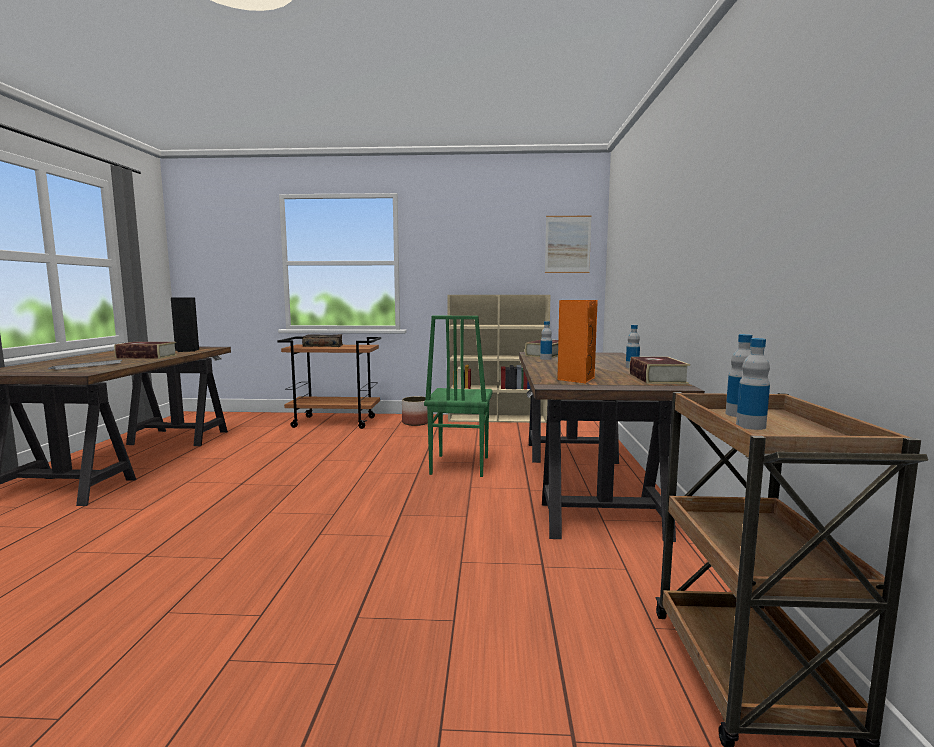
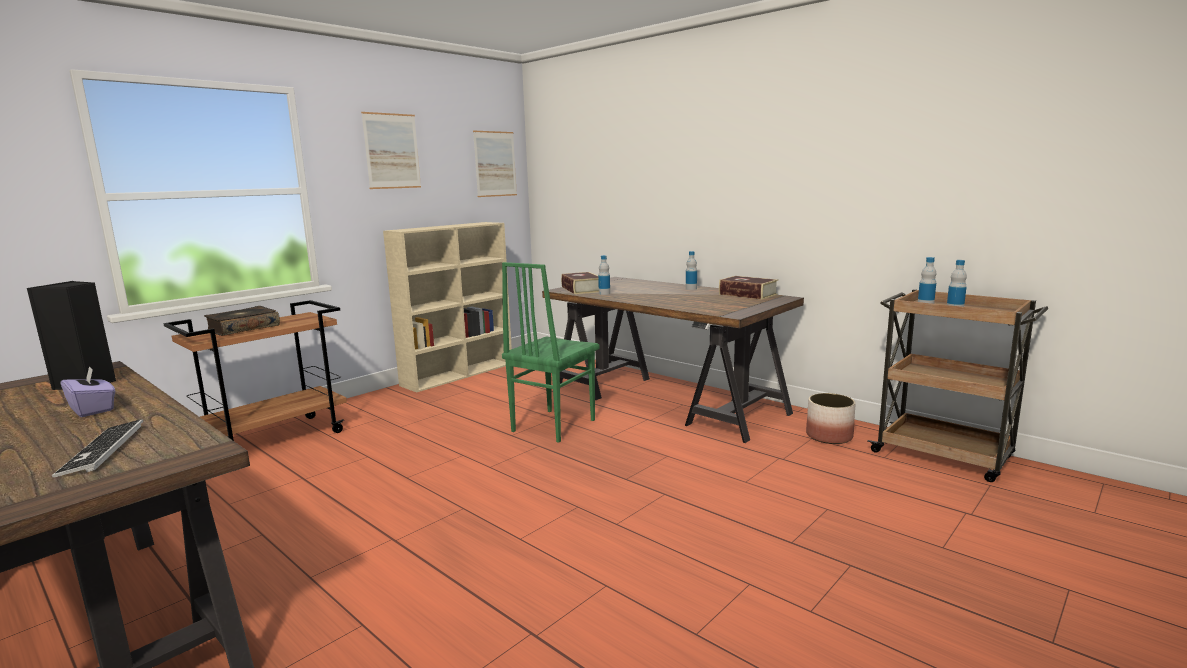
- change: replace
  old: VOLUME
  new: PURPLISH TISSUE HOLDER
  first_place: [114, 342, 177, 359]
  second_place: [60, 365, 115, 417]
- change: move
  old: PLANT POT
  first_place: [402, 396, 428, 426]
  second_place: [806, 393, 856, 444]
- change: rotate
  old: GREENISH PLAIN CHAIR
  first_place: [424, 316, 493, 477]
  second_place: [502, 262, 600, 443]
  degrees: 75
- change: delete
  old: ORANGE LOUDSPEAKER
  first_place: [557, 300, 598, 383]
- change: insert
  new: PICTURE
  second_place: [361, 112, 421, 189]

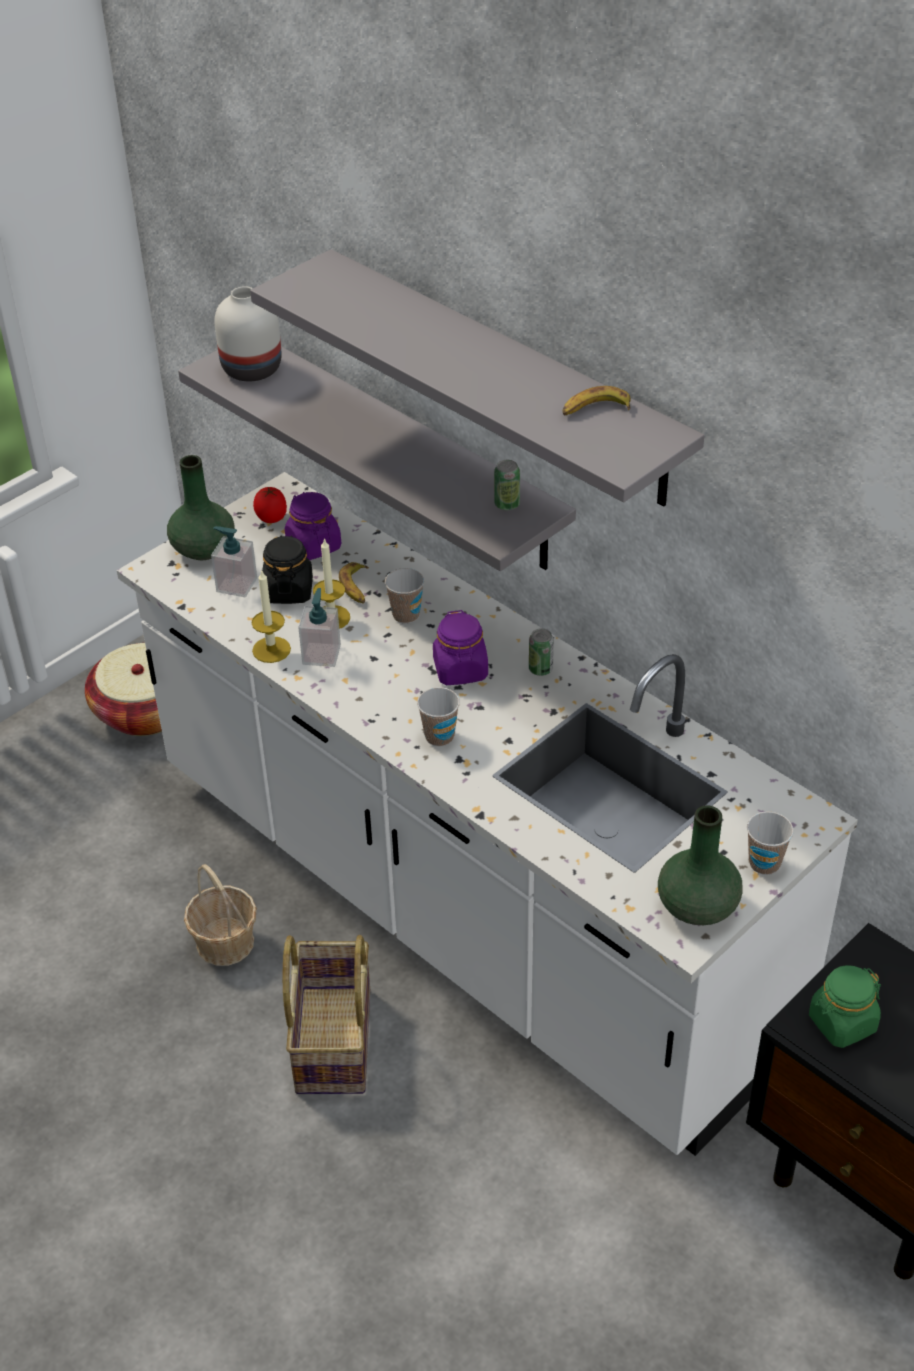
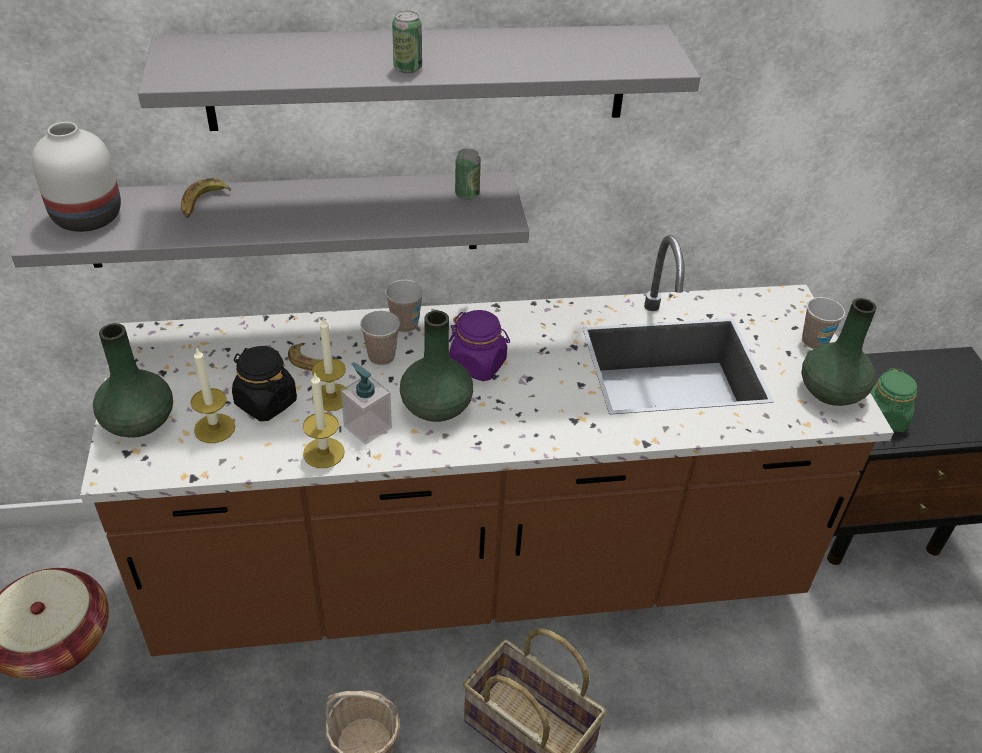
- change: recolor
  old: WHITISH KITCHEN BASE UNIT
  new: BROWNISH KITCHEN BASE UNIT
  first_place: [117, 472, 858, 1156]
  second_place: [80, 235, 894, 656]
- change: replace
  old: LIQUID SOAP BOTTLE
  new: CANDLE
  first_place: [211, 526, 257, 597]
  second_place: [190, 349, 235, 443]
- change: delete
  old: WHOLE TOMATO
  first_place: [253, 487, 287, 523]
- change: delete
  old: PURPLISH STORAGE JAR
  first_place: [285, 492, 341, 560]
- change: move
  old: CUP
  first_place: [417, 687, 460, 747]
  second_place: [385, 280, 423, 333]
- change: move
  old: CAN
  first_place: [529, 628, 554, 676]
  second_place: [392, 11, 422, 73]
- change: move
  old: WHOLE BANANA
  first_place: [563, 386, 631, 416]
  second_place: [181, 178, 231, 218]
- change: insert
  new: GREENISH VASE
  second_place: [400, 311, 473, 422]

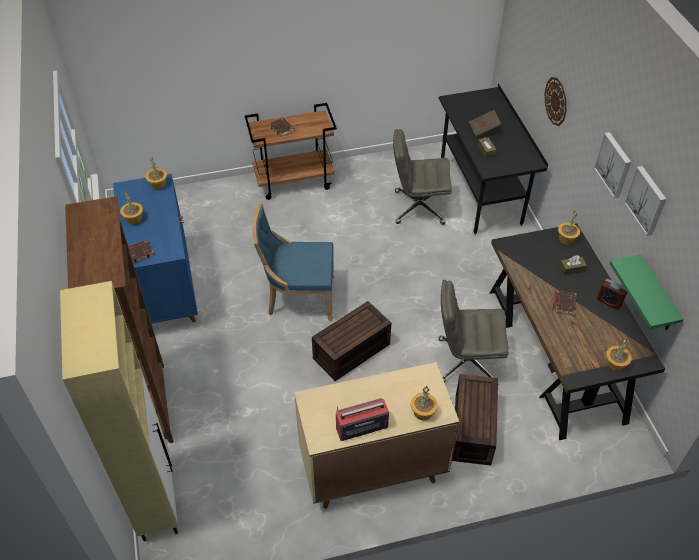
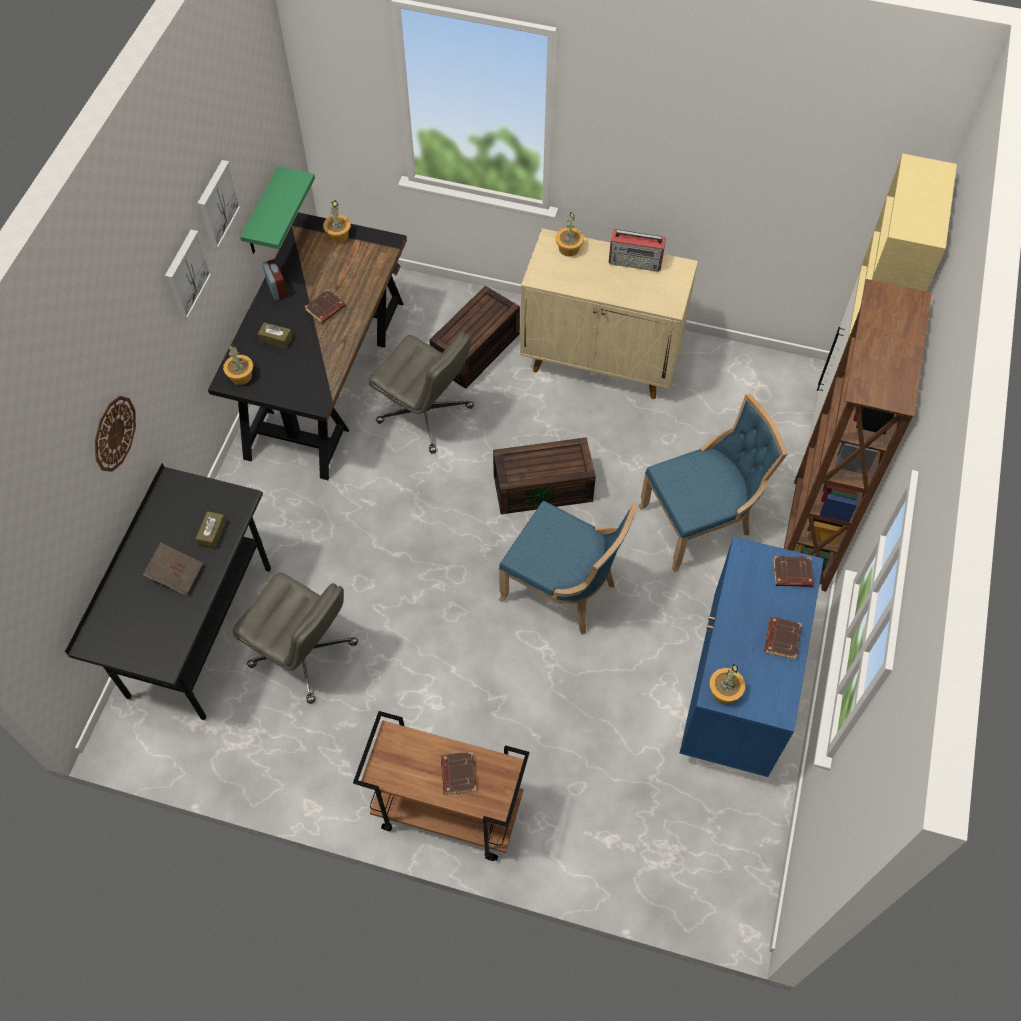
- change: replace
  old: POTTED PLANT
  new: BROWNISH VOLUME
  first_place: [120, 192, 143, 224]
  second_place: [764, 617, 802, 660]
- change: insert
  new: BLUISH PLAIN CHAIR
  second_place: [638, 394, 788, 572]

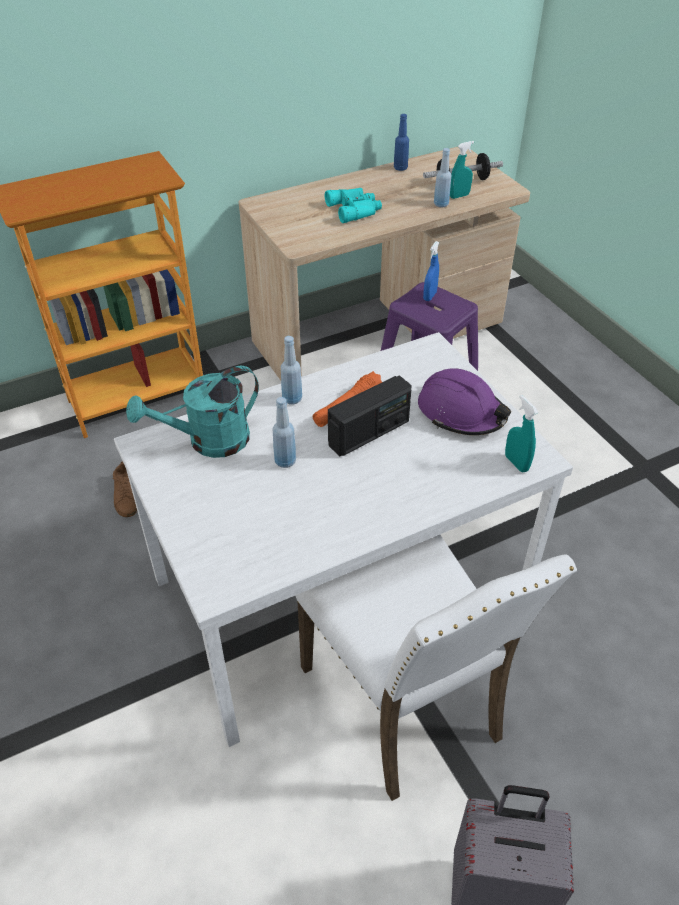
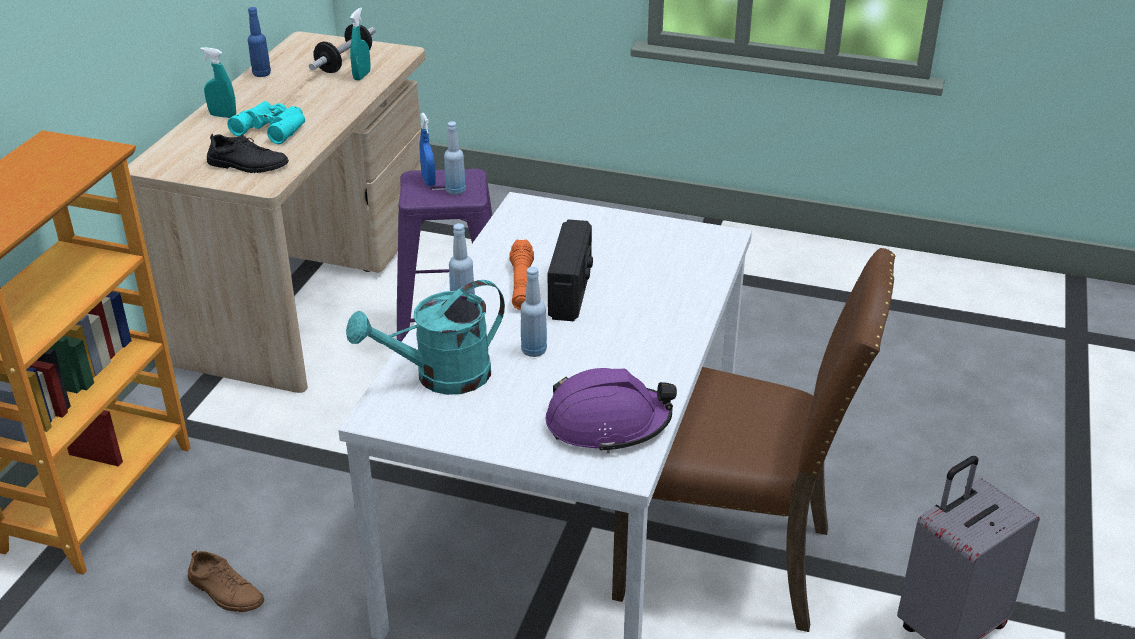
- change: rotate
  old: BLUE-GREEN SPRINKLING CAN
  first_place: [126, 366, 259, 458]
  second_place: [346, 280, 505, 395]
  degrees: 45
- change: recolor
  old: WHITISH PLAIN CHAIR
  new: BROWNISH PLAIN CHAIR
  first_place: [295, 535, 577, 801]
  second_place: [612, 248, 896, 632]
- change: move
  old: PURPLISH WORK HELMET
  first_place: [418, 368, 511, 435]
  second_place: [546, 368, 677, 453]
- change: move
  old: BLUISH DRINK BOTTLE
  first_place: [434, 148, 451, 207]
  second_place: [444, 121, 466, 195]
- change: move
  old: BLUE-GREEN SPRAYER
  first_place: [505, 395, 538, 472]
  second_place: [200, 47, 236, 118]
- change: insert
  new: BLACK-COLOURED SHOE
  second_place: [207, 133, 289, 173]

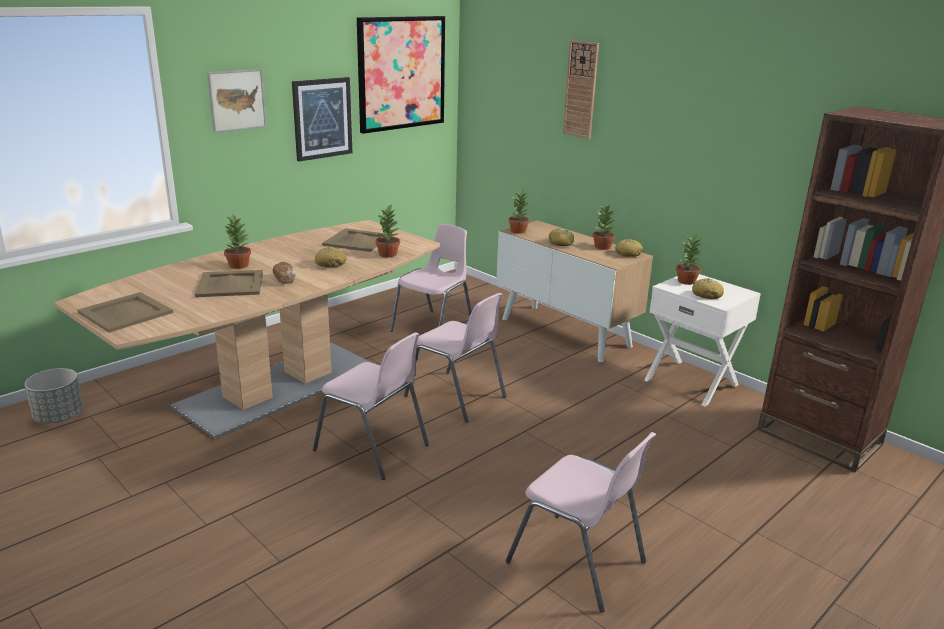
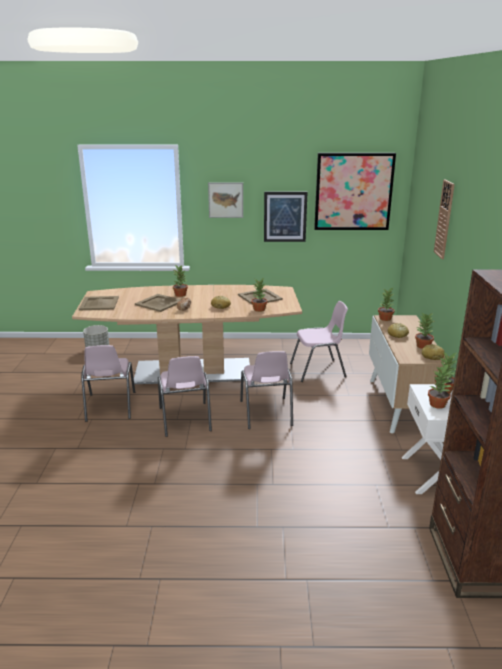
- change: move
  old: PINK PLAIN CHAIR
  first_place: [505, 432, 656, 613]
  second_place: [81, 345, 135, 422]
- change: replace
  old: BAKED BREAD
  new: POTTED PLANT
  first_place: [692, 278, 724, 299]
  second_place: [428, 365, 451, 409]

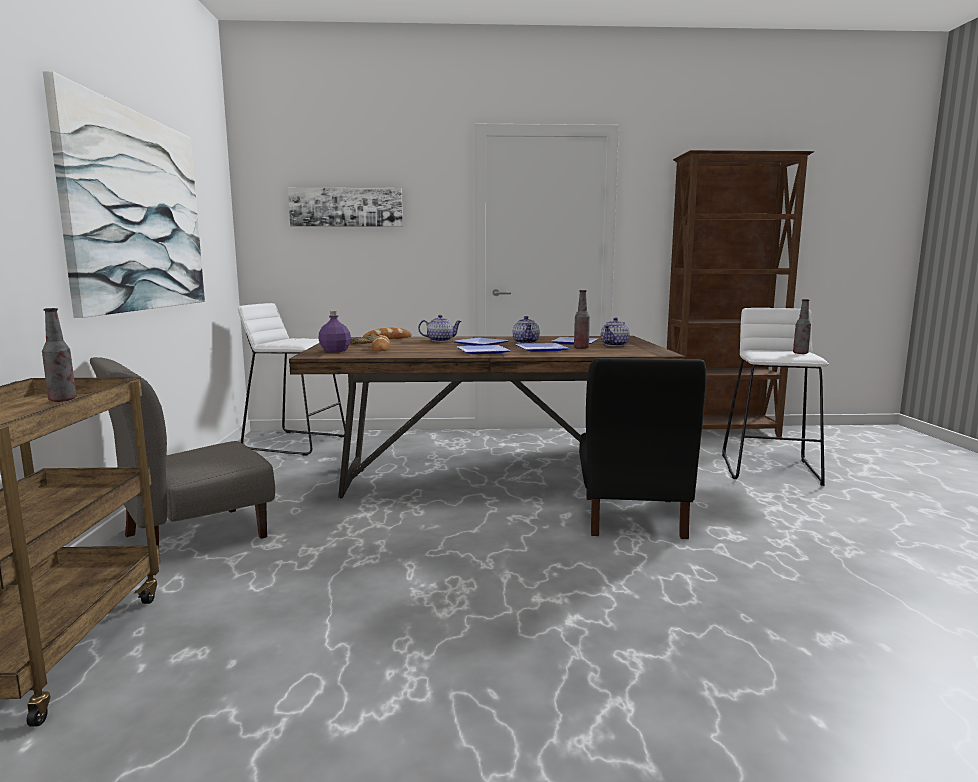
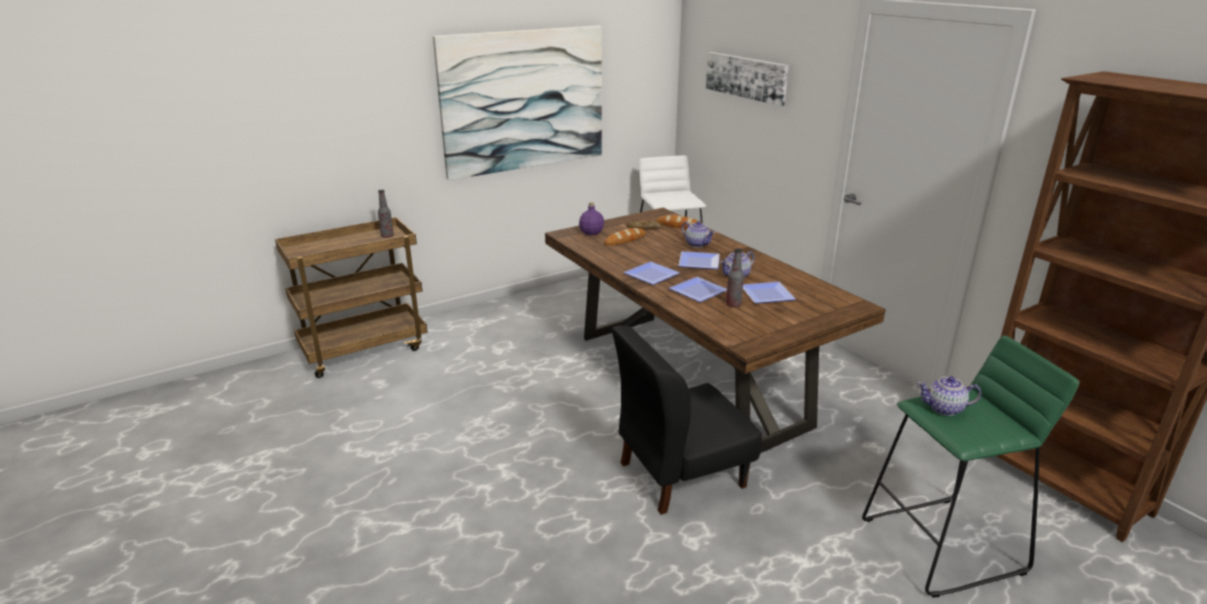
- change: delete
  old: GREYISH PLAIN CHAIR
  first_place: [90, 357, 275, 546]
- change: move
  old: TEAPOT
  first_place: [601, 318, 630, 346]
  second_place: [917, 376, 982, 416]
- change: recolor
  old: WHITISH STOOL SEAT
  new: GREENISH STOOL SEAT
  first_place: [722, 308, 829, 486]
  second_place: [862, 335, 1079, 597]
- change: delete
  old: DRINK BOTTLE
  first_place: [793, 299, 811, 354]

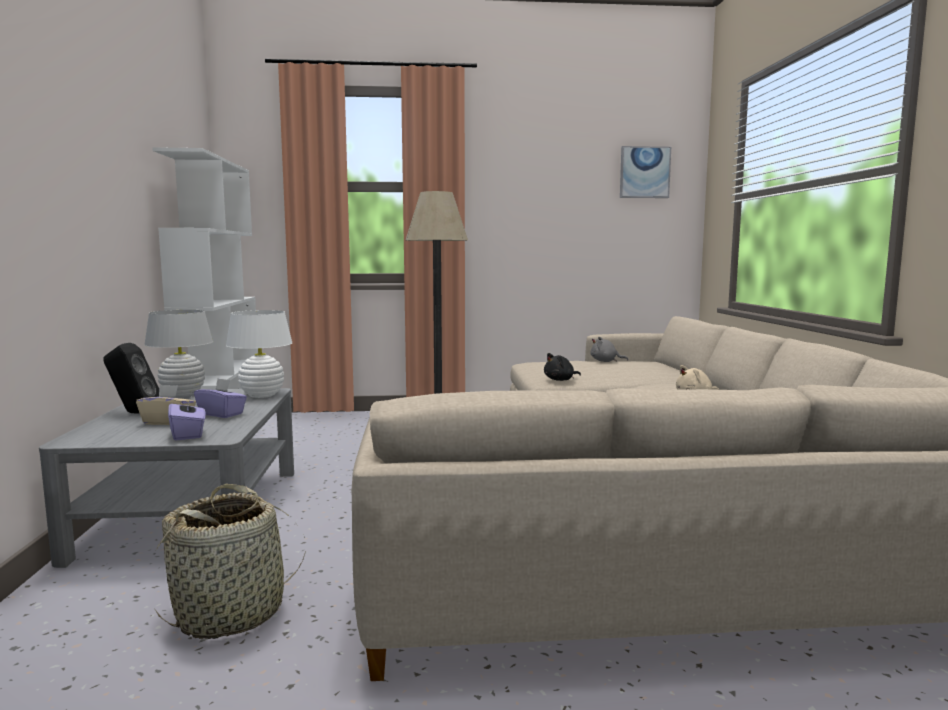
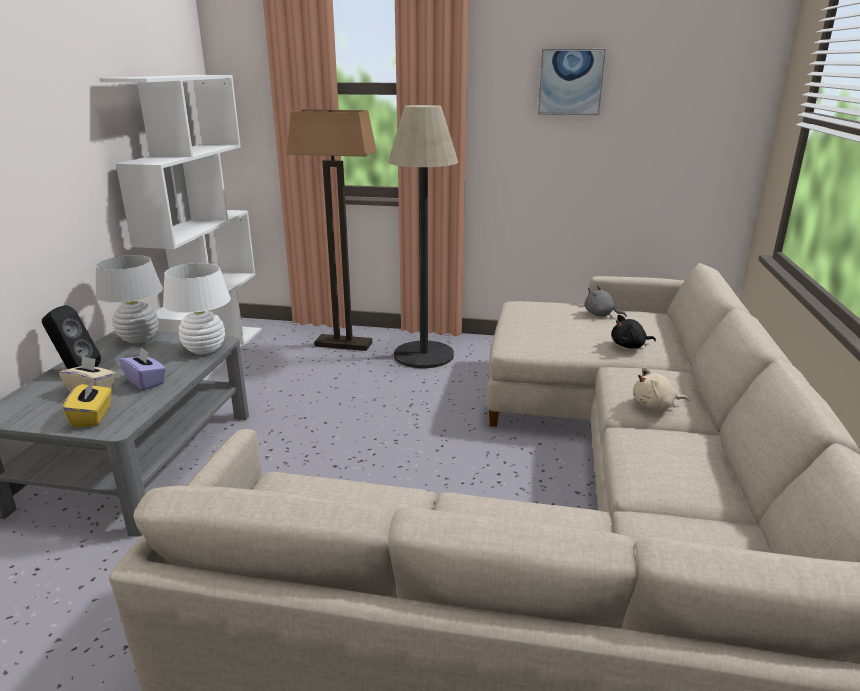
- change: delete
  old: BASKET
  first_place: [155, 484, 306, 639]
- change: recolor
  old: PURPLISH TISSUE HOLDER
  new: YELLOWISH TISSUE HOLDER
  first_place: [168, 393, 205, 441]
  second_place: [63, 380, 112, 427]
- change: move
  old: BLACK-COLOURED CUDDLY TOY
  first_place: [544, 353, 581, 381]
  second_place: [611, 315, 656, 349]
- change: move
  old: PICTURE
  first_place: [620, 146, 671, 198]
  second_place: [538, 49, 606, 115]
- change: insert
  new: STANDARD LAMP
  second_place: [287, 109, 377, 351]

